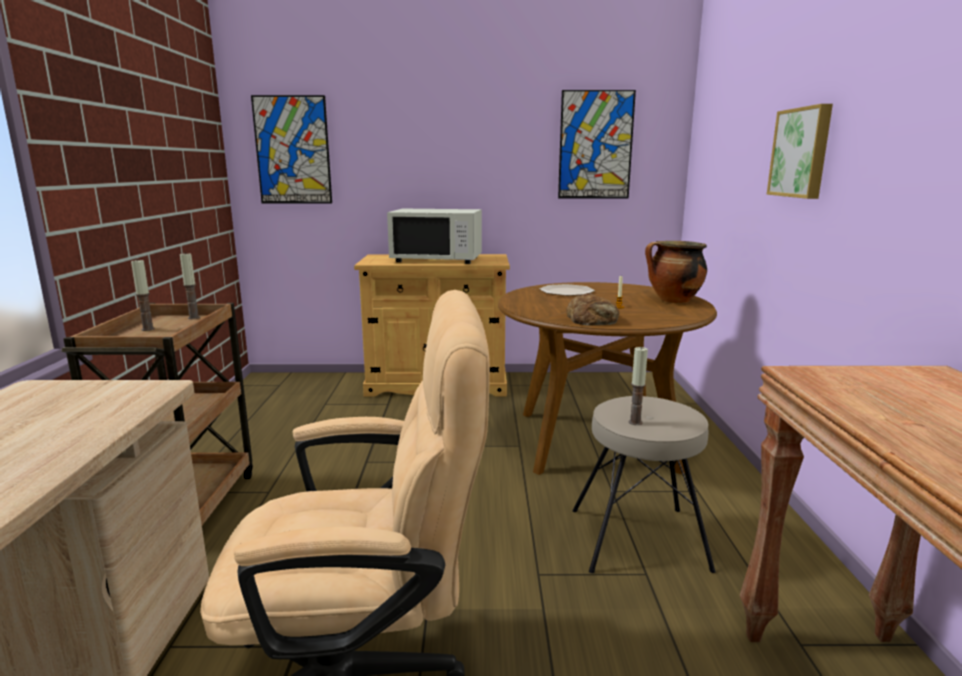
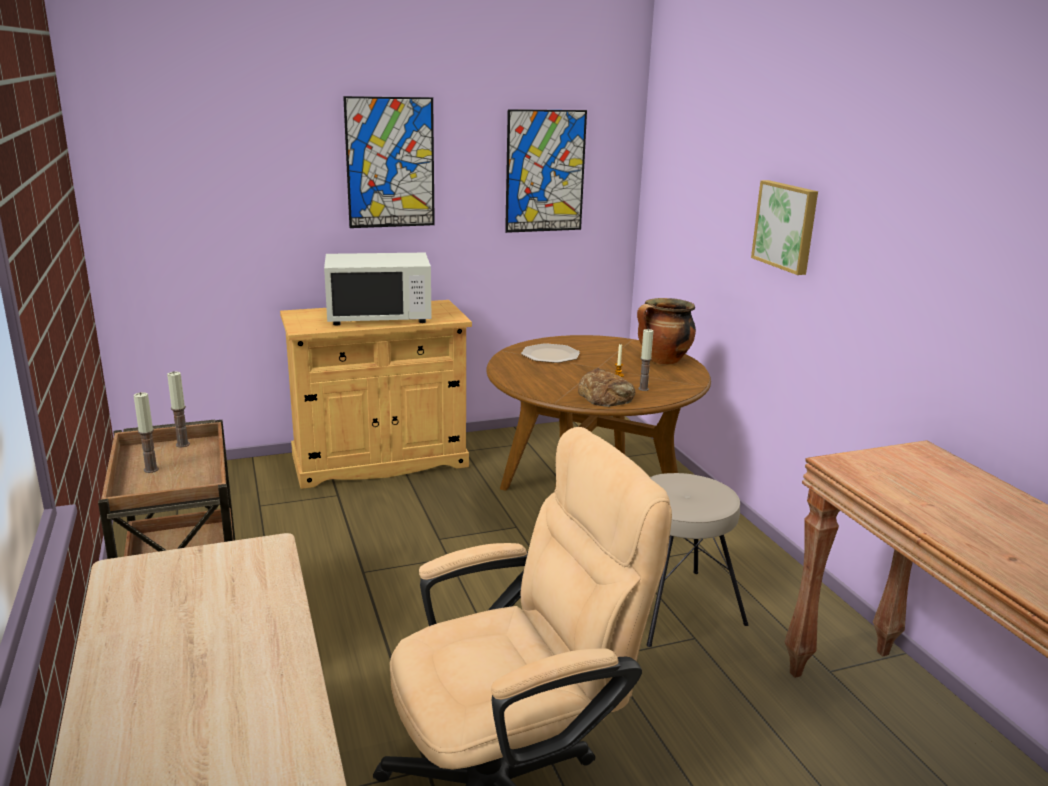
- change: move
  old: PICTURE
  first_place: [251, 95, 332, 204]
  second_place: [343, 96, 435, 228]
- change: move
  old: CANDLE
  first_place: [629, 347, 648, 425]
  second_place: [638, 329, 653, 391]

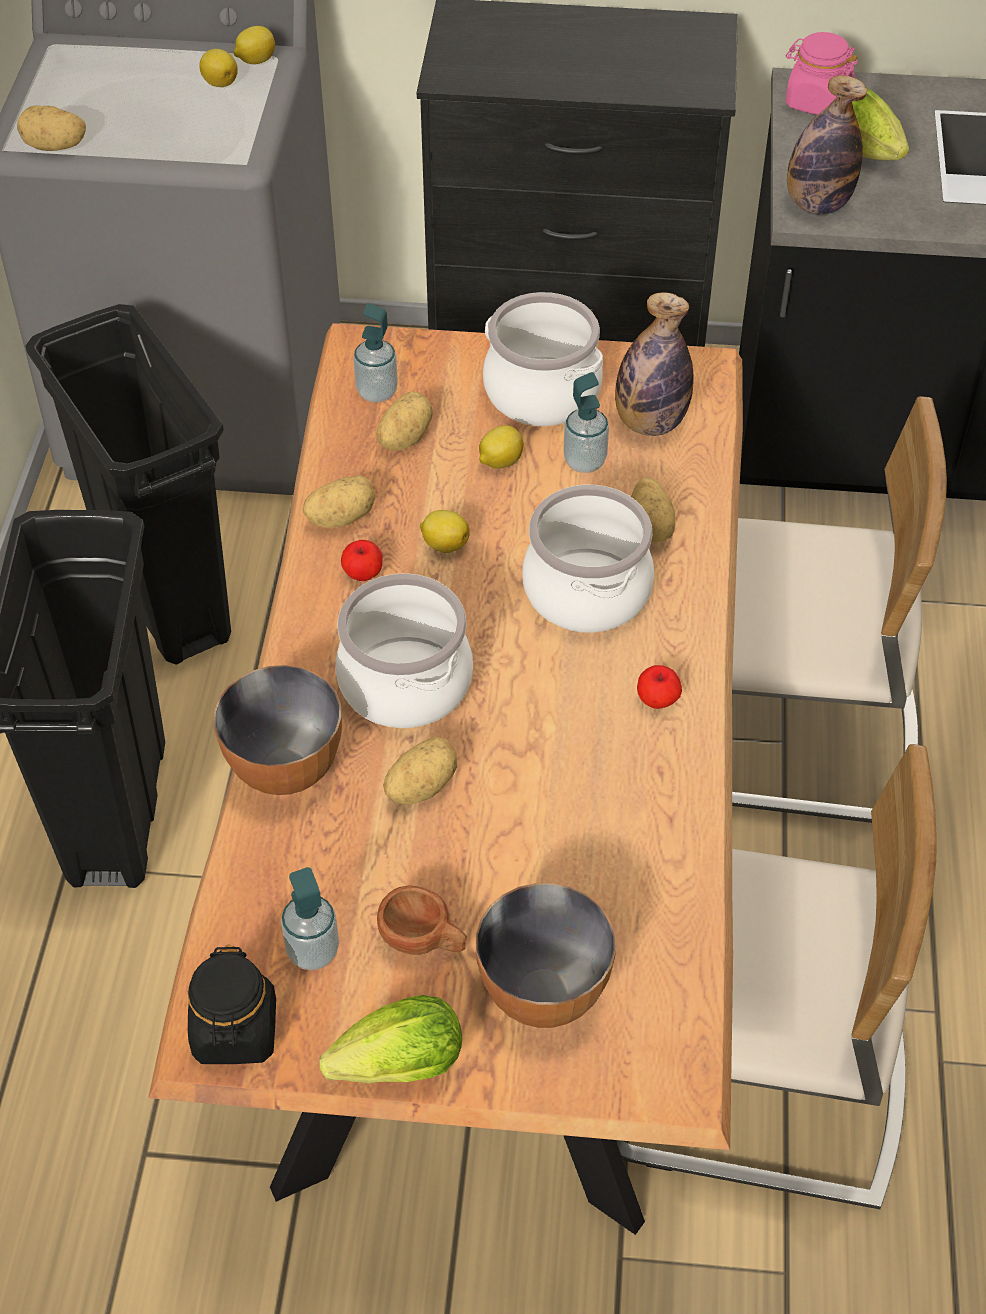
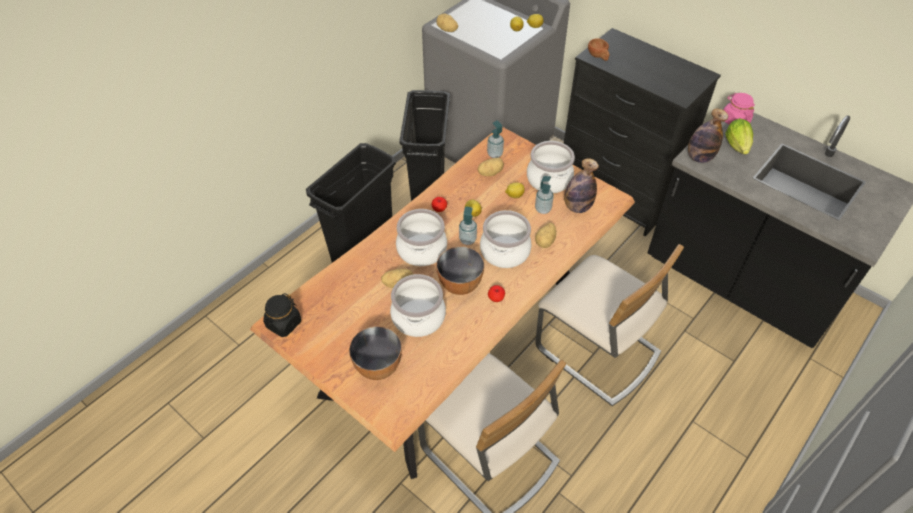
- change: move
  old: DEEP DISH
  first_place: [213, 665, 342, 795]
  second_place: [437, 246, 484, 295]
- change: move
  old: LIQUID SOAP BOTTLE
  first_place: [281, 867, 339, 970]
  second_place: [459, 206, 477, 245]
- change: delete
  old: SPUD
  first_place: [303, 475, 376, 527]
- change: delete
  old: HEAD OF LETTUCE
  first_place: [320, 995, 462, 1083]
- change: move
  old: BROWNISH CUP
  first_place: [377, 886, 467, 955]
  second_place: [588, 38, 610, 61]
- change: insert
  new: SAUCEPOT
  second_place: [390, 274, 446, 337]

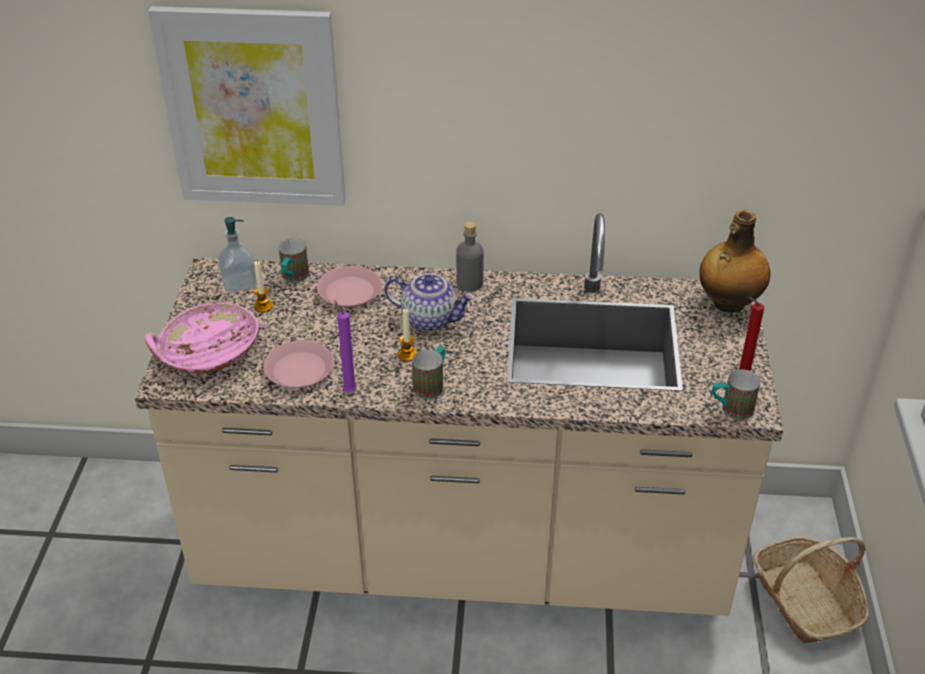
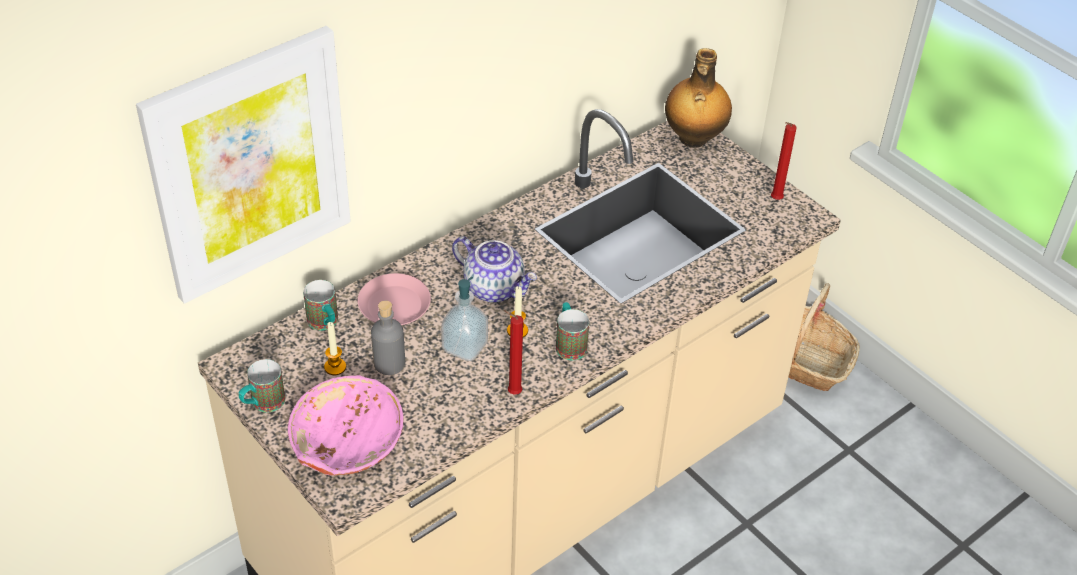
- change: move
  old: LIQUID SOAP BOTTLE
  first_place: [218, 217, 257, 293]
  second_place: [441, 277, 488, 361]
- change: delete
  old: PINK DINNER PLATE
  first_place: [263, 340, 334, 388]
- change: recolor
  old: PURPLISH CANDLE
  new: RED-COLOURED CANDLE
  first_place: [334, 300, 357, 392]
  second_place: [504, 310, 523, 395]
- change: rotate
  old: TEAPOT
  first_place: [384, 273, 475, 332]
  second_place: [452, 236, 537, 302]
  degrees: 60
- change: move
  old: GREYISH DRINK BOTTLE
  first_place: [456, 222, 484, 292]
  second_place: [371, 300, 405, 375]
- change: move
  old: COFFEE MUG
  first_place: [712, 369, 760, 420]
  second_place: [238, 359, 285, 412]

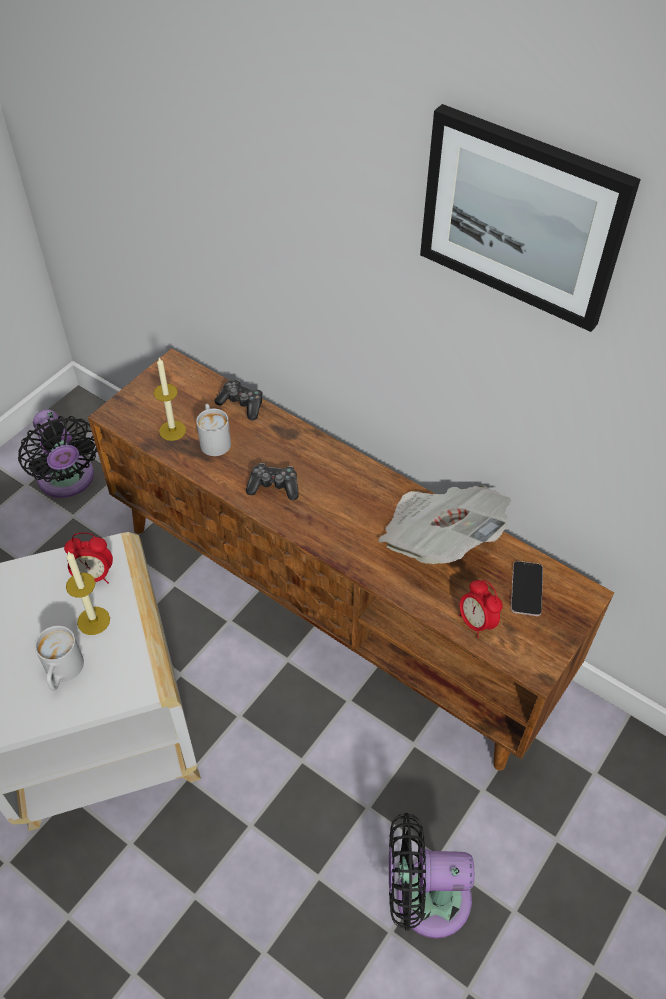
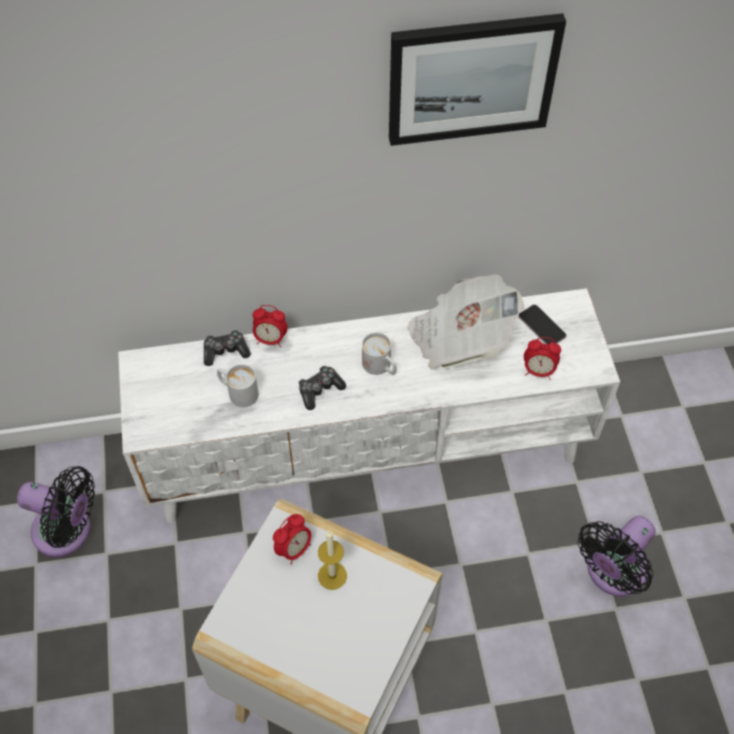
- change: move
  old: WHITISH COFFEE MUG
  first_place: [35, 626, 84, 691]
  second_place: [362, 332, 397, 375]
- change: recolor
  old: BROWNISH TV UNIT
  new: WHITISH TV UNIT
  first_place: [88, 348, 614, 771]
  second_place: [118, 288, 620, 523]
- change: delete
  old: CANDLE
  first_place: [154, 358, 186, 441]
- change: insert
  new: ALARM CLOCK
  second_place: [252, 305, 288, 347]

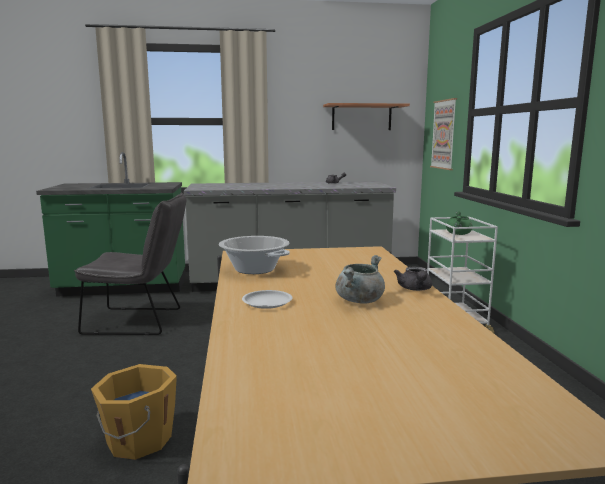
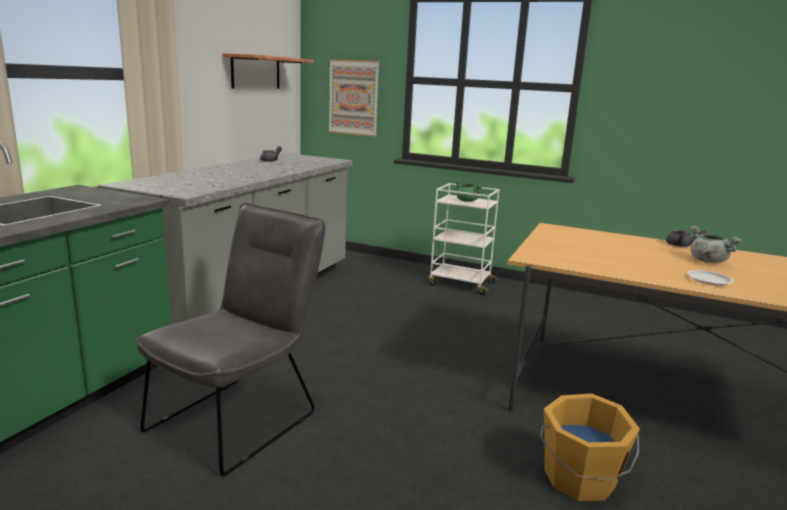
- change: delete
  old: SAUCEPOT
  first_place: [219, 236, 290, 274]

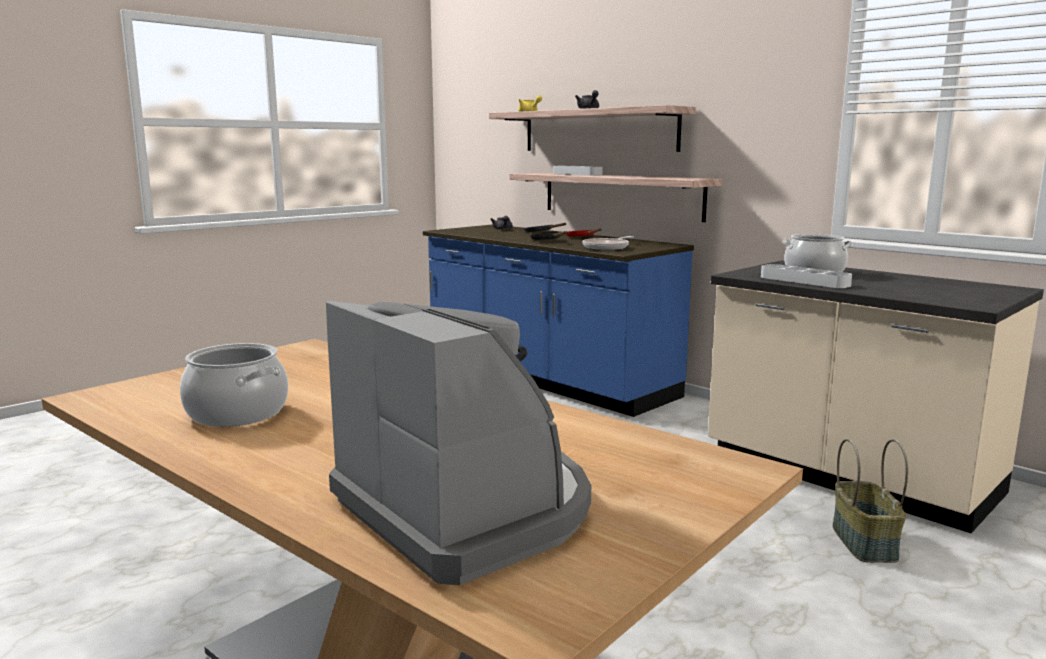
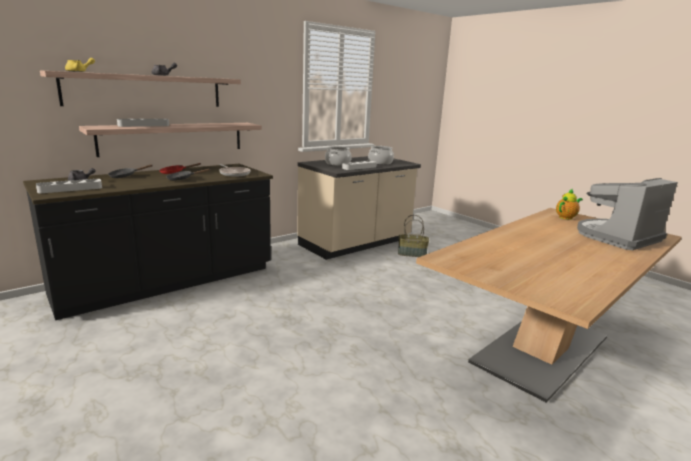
- change: move
  old: SAUCEPOT
  first_place: [180, 343, 288, 427]
  second_place: [368, 146, 394, 165]
- change: recolor
  old: BLUISH KITCHEN BASE UNIT
  new: BLACK-COLOURED KITCHEN BASE UNIT
  first_place: [423, 224, 694, 417]
  second_place: [23, 164, 273, 320]
- change: insert
  new: GREYISH CARRYING TRAY
  second_place: [36, 179, 102, 193]
- change: insert
  new: TEAPOT
  second_place: [556, 188, 583, 220]

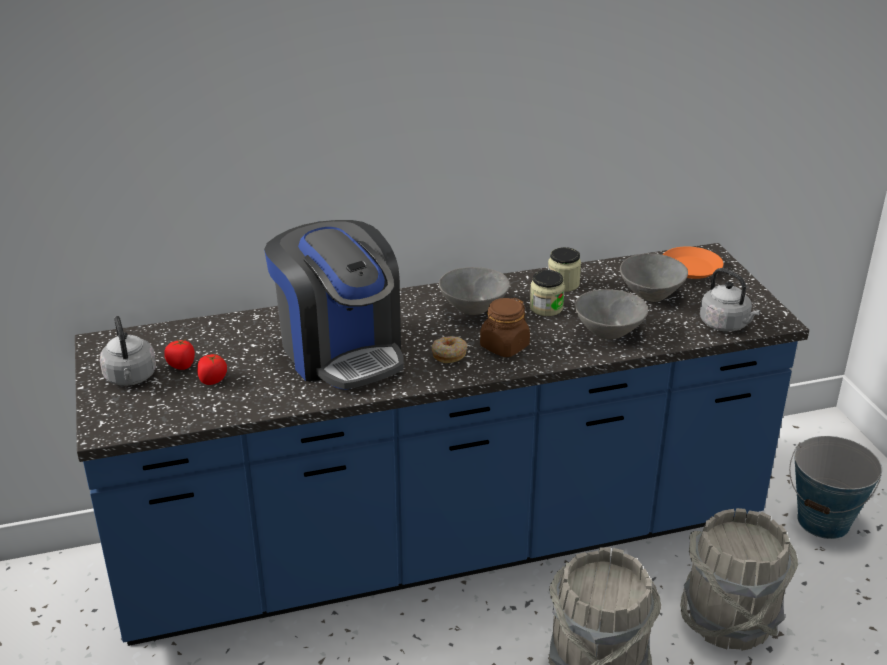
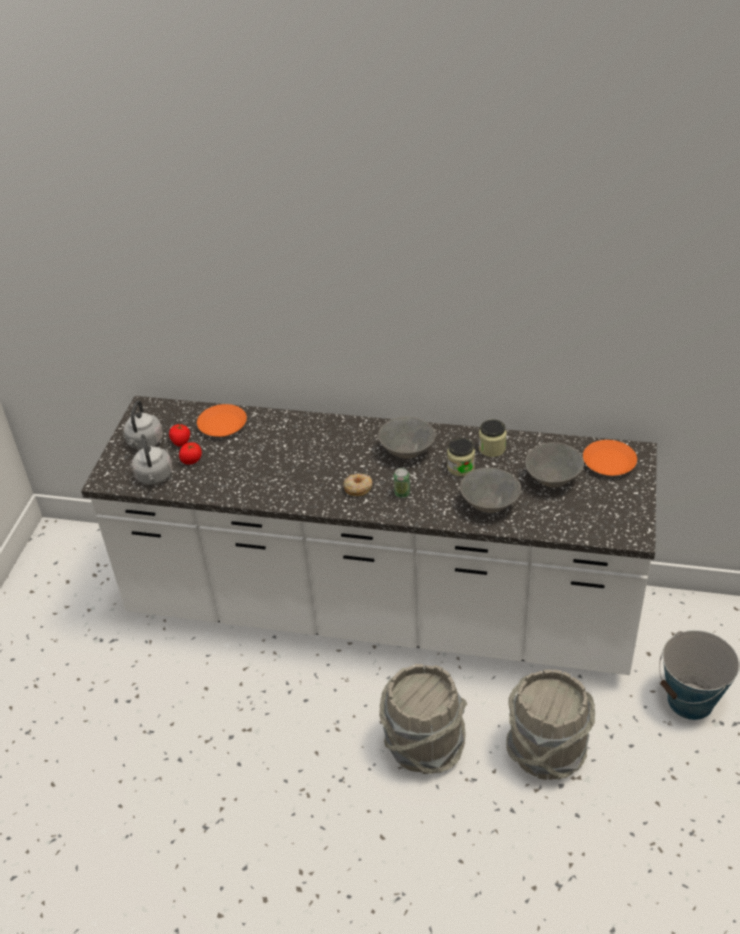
- change: recolor
  old: BLUISH KITCHEN BASE UNIT
  new: WHITISH KITCHEN BASE UNIT
  first_place: [75, 243, 809, 646]
  second_place: [81, 396, 657, 675]
- change: delete
  old: COFFEE MAKER
  first_place: [264, 220, 404, 390]
- change: replace
  old: BROWNISH STORAGE JAR
  new: CAN
  first_place: [480, 298, 530, 357]
  second_place: [394, 468, 410, 498]
- change: move
  old: GREYISH KETTLE
  first_place: [700, 268, 760, 332]
  second_place: [132, 434, 173, 485]
- change: insert
  new: ORANGE DINNER PLATE
  second_place: [197, 404, 247, 437]

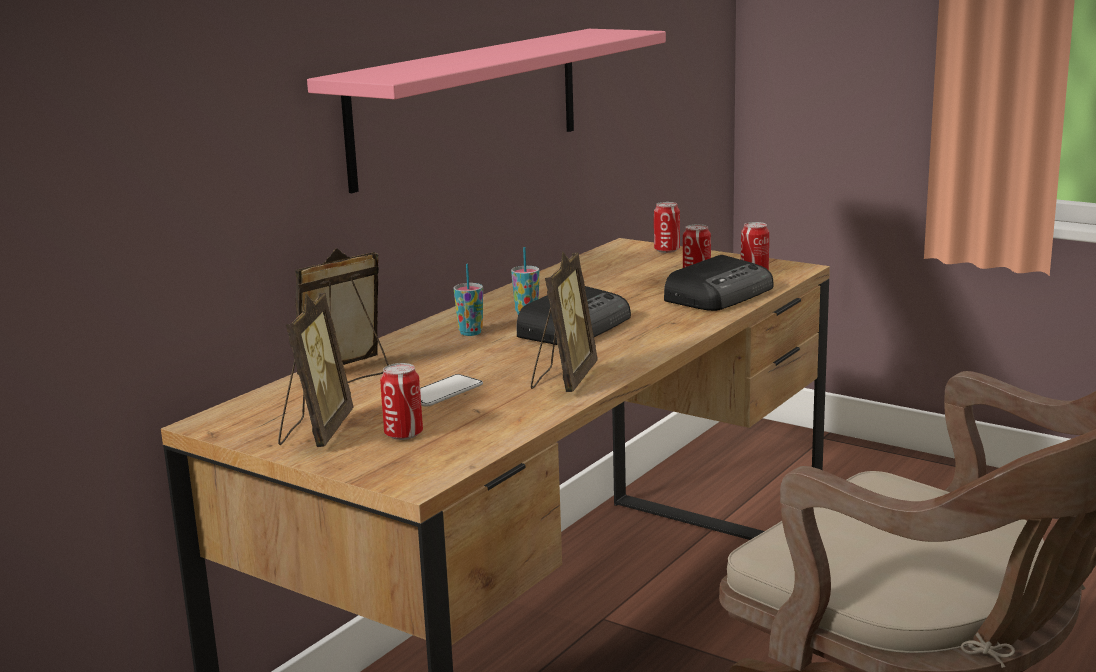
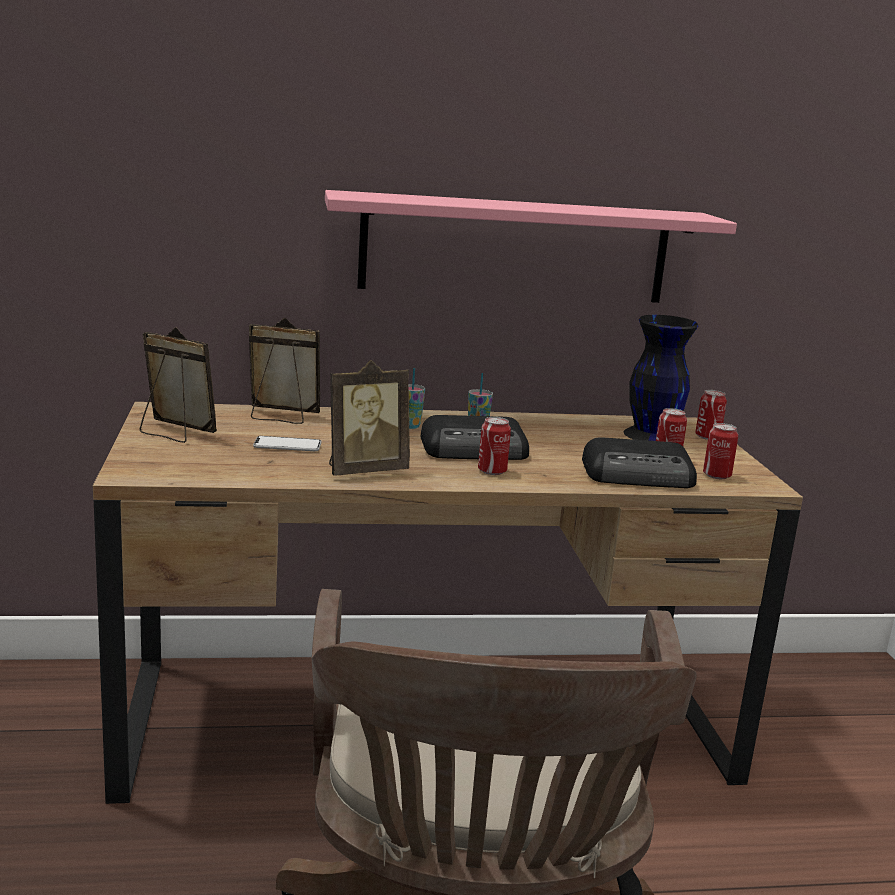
- change: rotate
  old: PICTURE FRAME
  first_place: [278, 293, 353, 447]
  second_place: [139, 327, 217, 443]
  degrees: -120
- change: move
  old: CAN
  first_place: [380, 363, 423, 440]
  second_place: [478, 417, 511, 475]
- change: insert
  new: BLACK-COLOURED VASE
  second_place: [624, 315, 699, 441]

